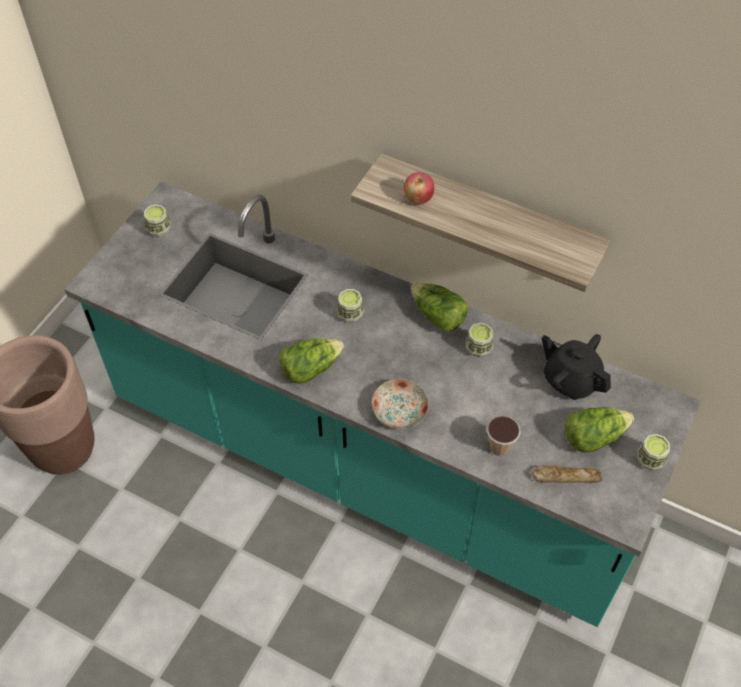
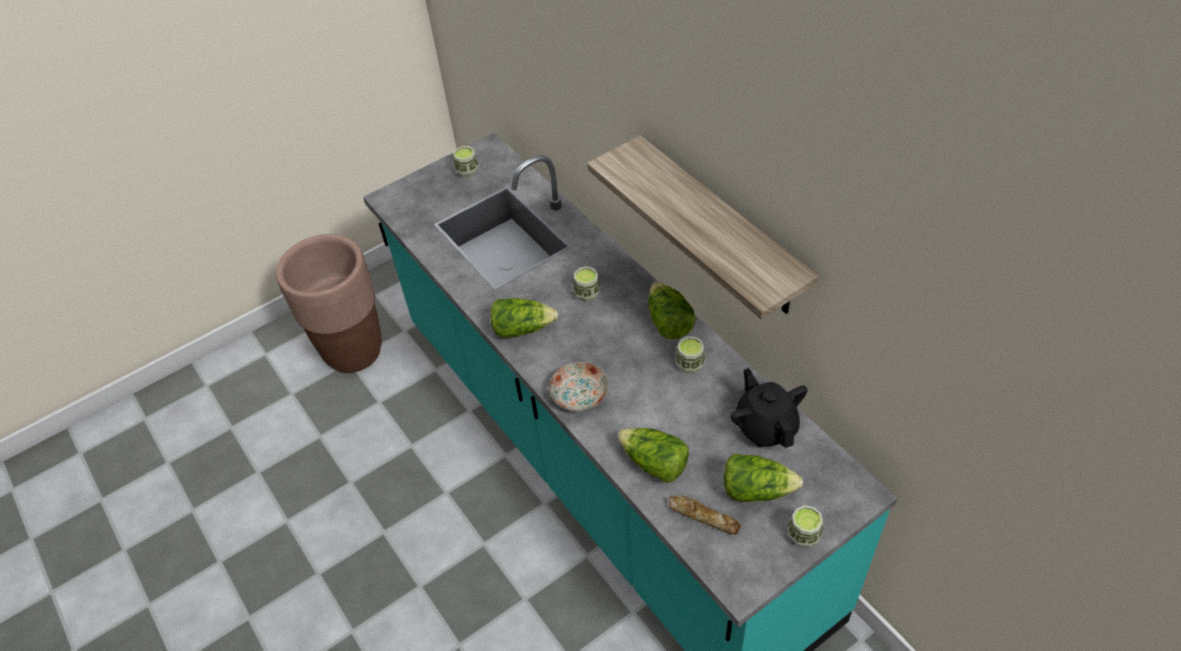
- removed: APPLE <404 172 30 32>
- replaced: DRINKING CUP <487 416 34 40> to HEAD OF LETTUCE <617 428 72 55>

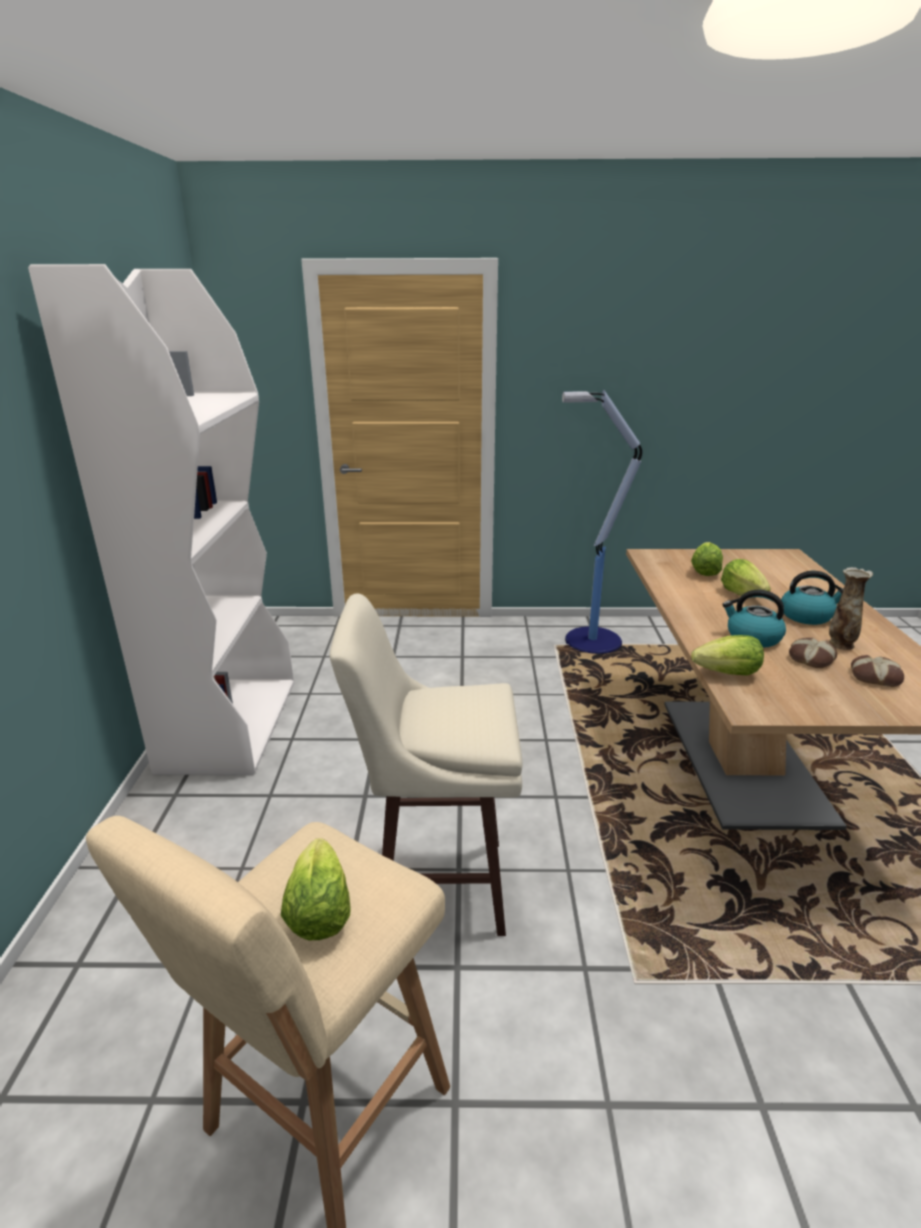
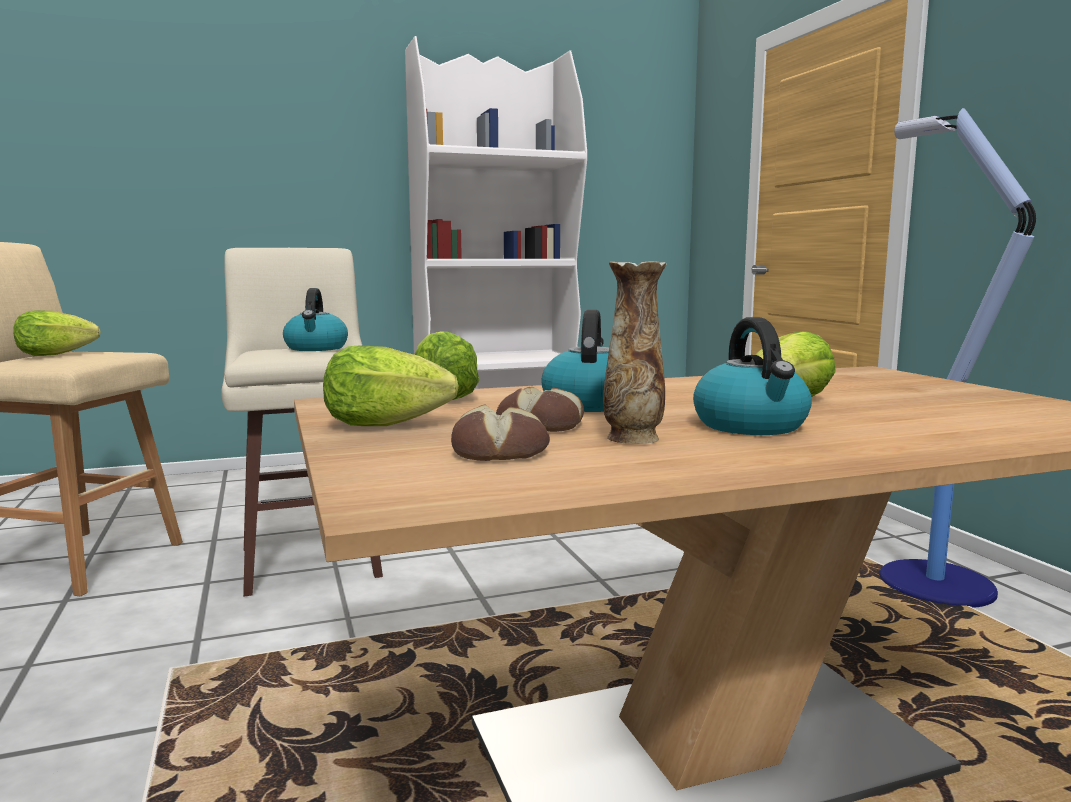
- added: KETTLE <283 288 65 63>
- moved: HEAD OF LETTUCE <691 542 32 34> to <323 345 136 81>

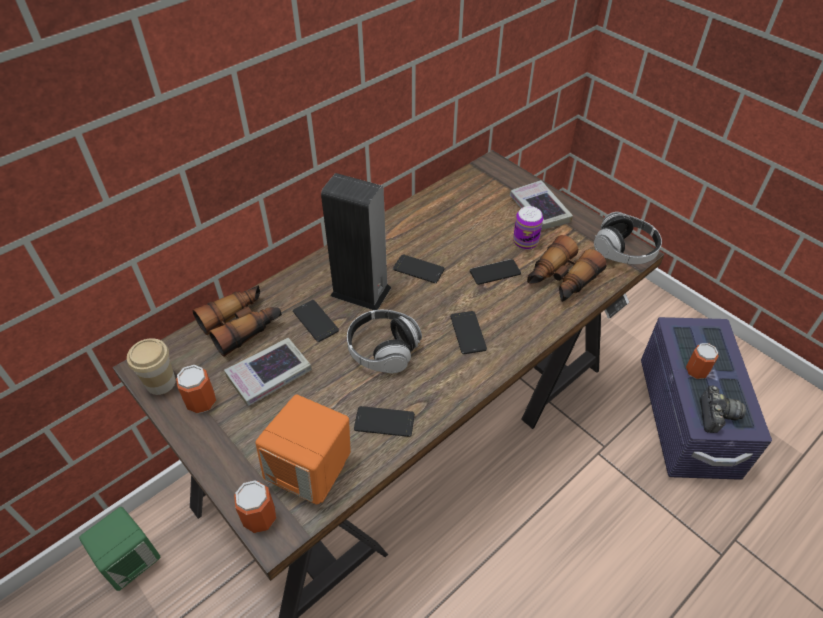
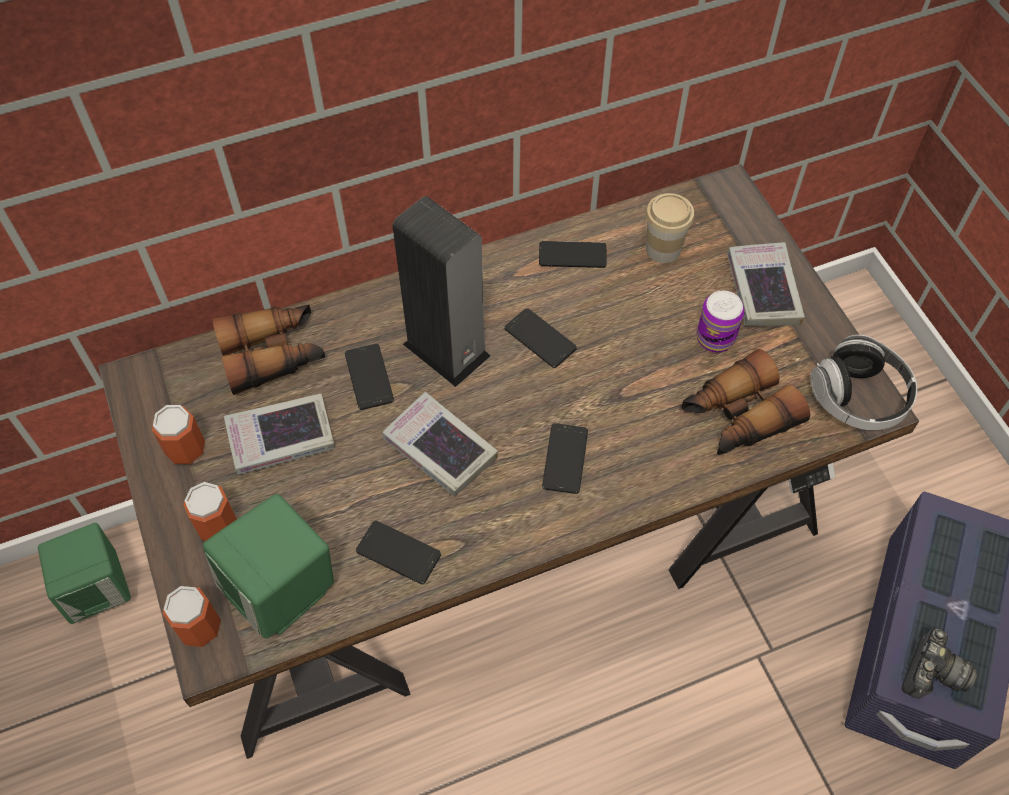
- moved: DRINKING CUP <127 338 49 57> to <646 193 48 70>
- moved: PHONE <470 259 51 26> to <539 241 68 27>
- moved: SEALED CAN <686 343 33 36> to <183 482 54 59>
- replaced: PAIR OF HEADPHONES <347 310 75 63> to BOUND BOOK <382 392 116 105>
- recoloured: ORANGE LOUDSPEAKER <255 395 96 109> to GREEN-COLOURED LOUDSPEAKER <203 494 131 145>

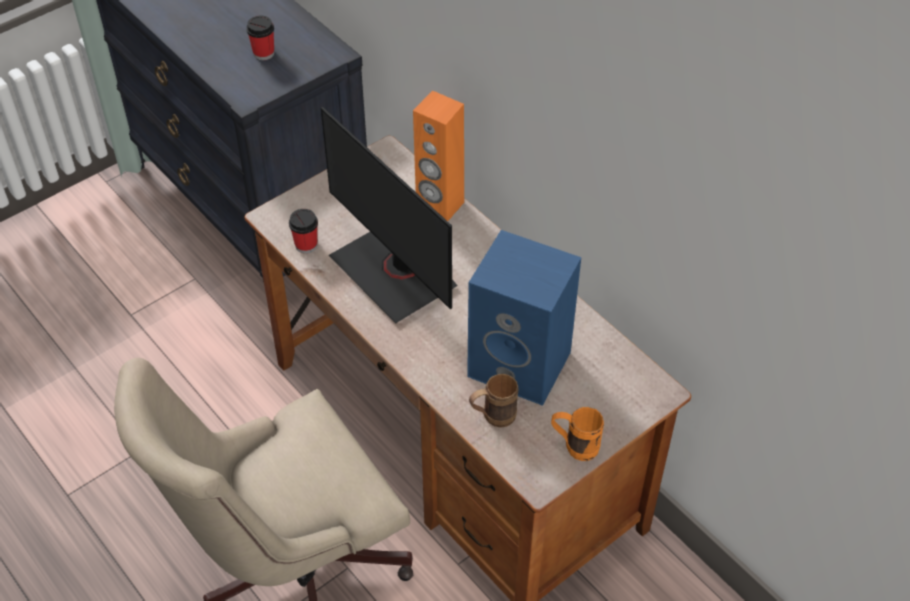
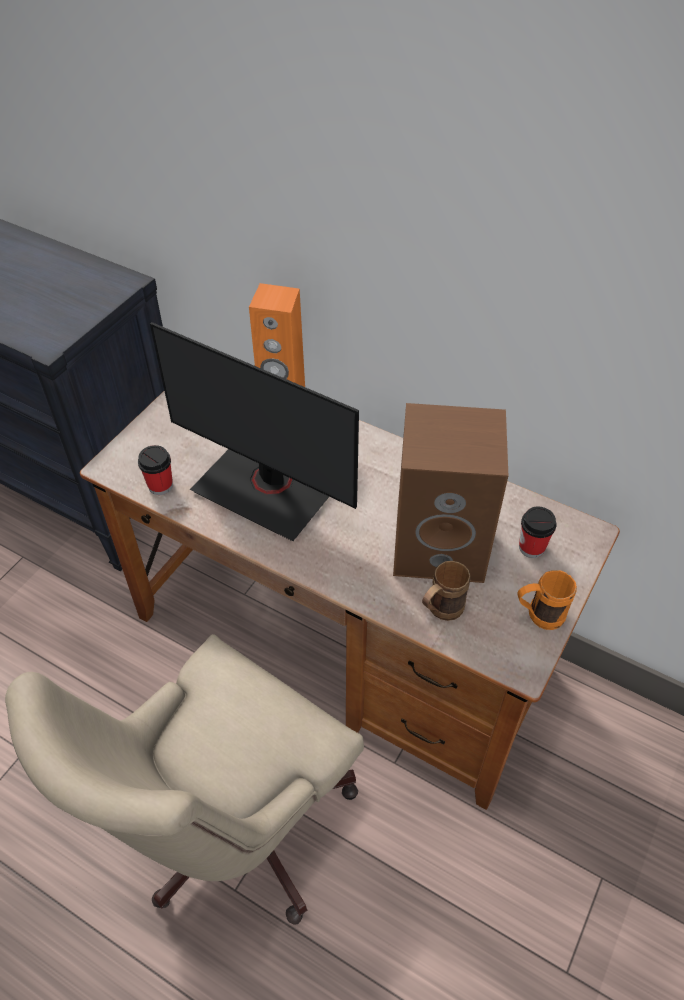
- moved: DRINKING CUP <246 16 28 44> to <519 506 37 52>
- recoloured: BLUISH LOUDSPEAKER <467 230 114 176> to BROWNISH LOUDSPEAKER <393 403 115 180>

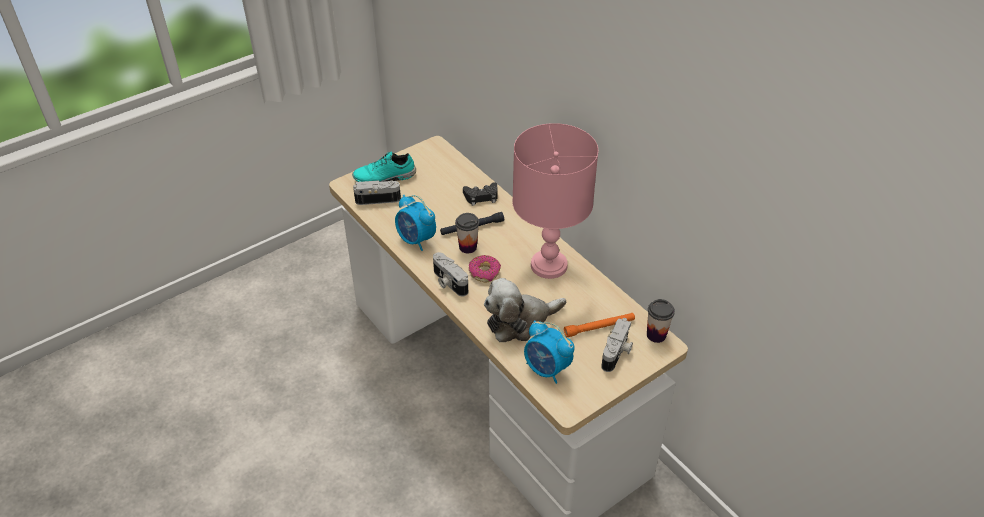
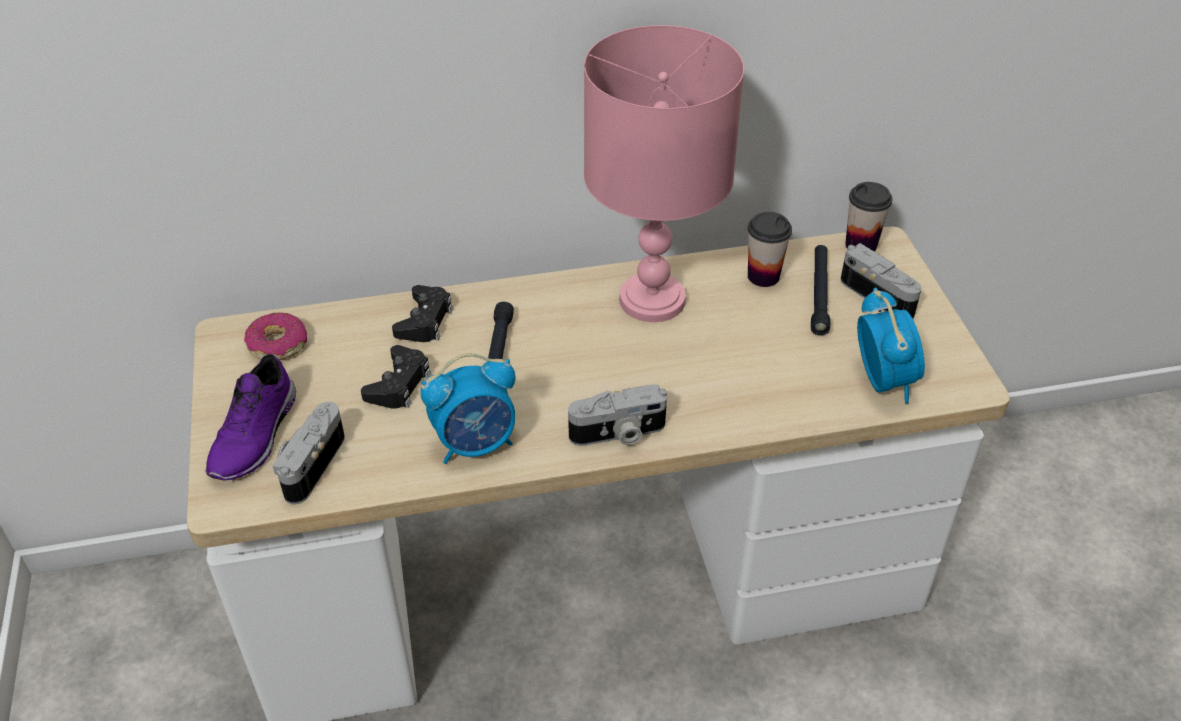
- removed: SOFT TOY <484 278 82 64>
- added: BLACKISH GAMEPAD <361 345 70 64>
- moved: DRINKING CUP <455 213 24 40> to <748 212 44 75>
- moved: RING DOUGHNUT <469 255 32 27> to <244 313 63 47>
- recoloured: BLUE-GREEN LOW SHOE <352 152 64 30> to PURPLISH LOW SHOE <206 354 90 127>
- recoloured: ORANGE TORCH <564 313 71 24> to BLACKISH TORCH <811 245 19 90>
- turned: TABLE CLOCK <524 320 51 64> = <857 288 68 116> 75 degrees counterclockwise

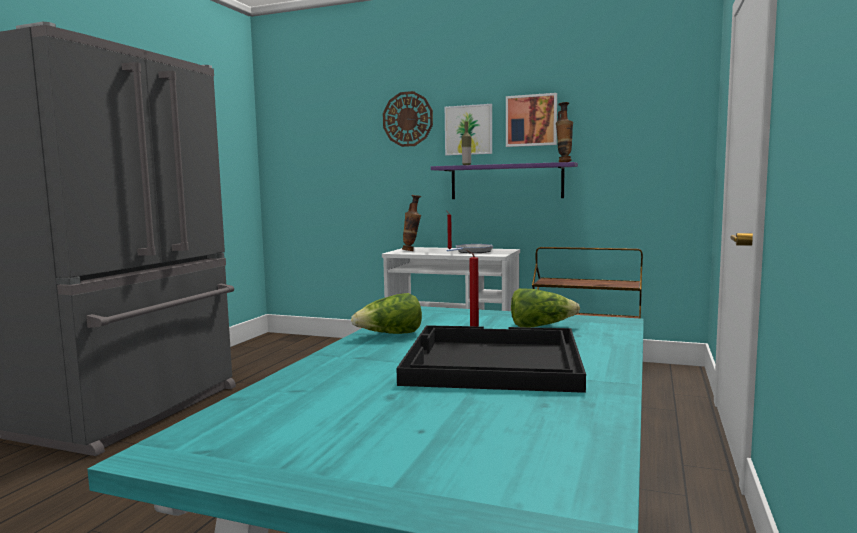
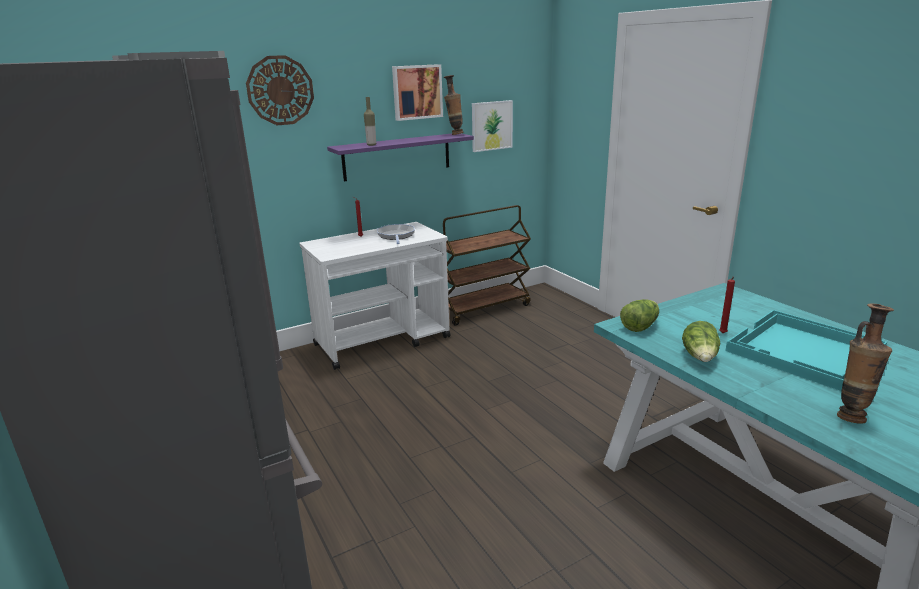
- moved: VASE <402 195 19 56> to <837 304 57 120>
- moved: PICTURE <445 104 47 52> to <472 100 41 52>
- moved: HEAD OF LETTUCE <511 288 69 39> to <620 299 39 33>
- recoloured: BLACKISH CARRYING TRAY <397 325 189 68> to BLUE-GREEN CARRYING TRAY <725 310 162 81>

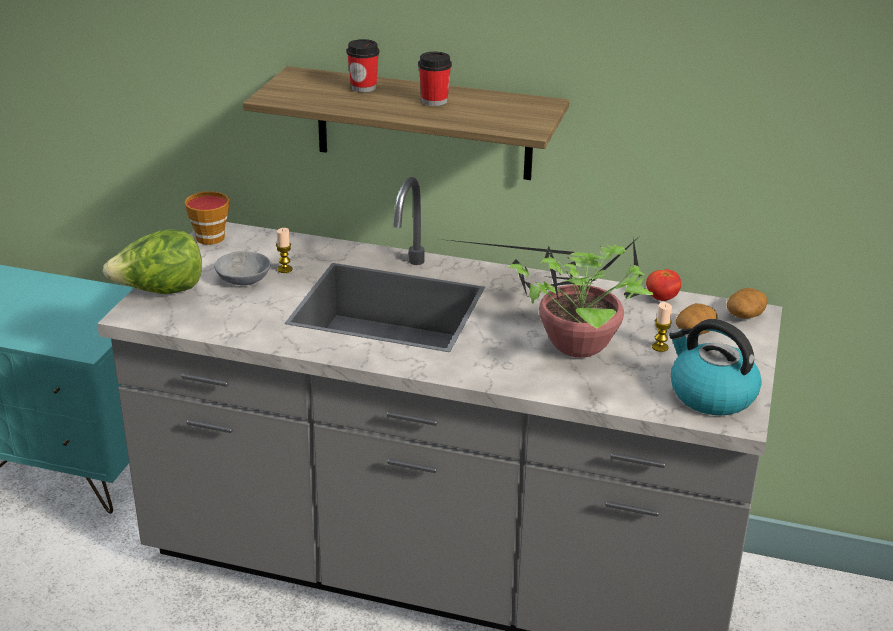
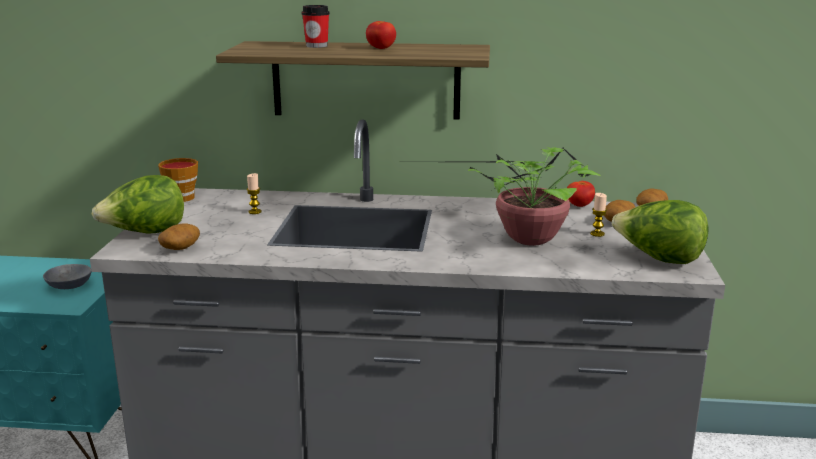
- added: SPUD <158 223 42 27>
- moved: GRAY BOWL <214 251 56 34> to <43 264 49 25>
- replaced: DRINKING CUP <418 52 34 54> to FRESH TOMATO <366 21 30 28>
- replaced: KETTLE <669 319 93 97> to HEAD OF LETTUCE <612 200 97 64>

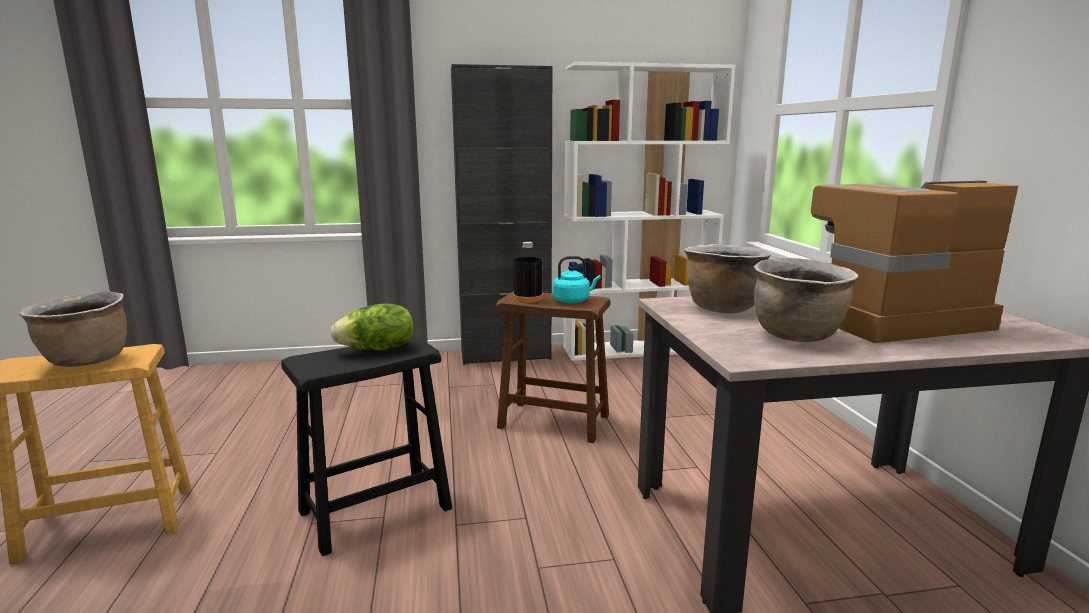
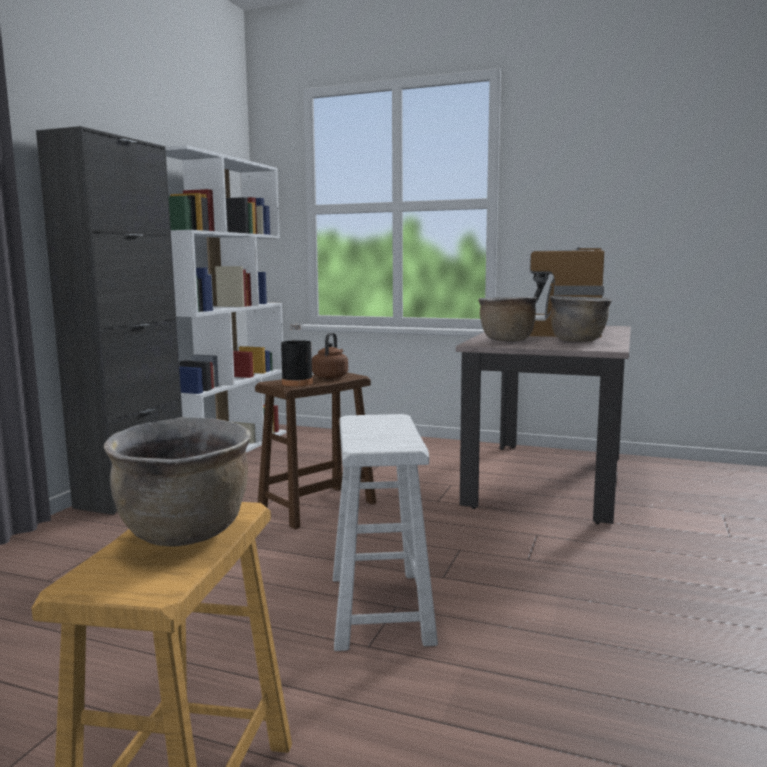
- removed: HEAD OF LETTUCE <330 303 84 48>
- recoloured: BLACKISH SITTING STOOL <281 335 171 221> to WHITE SITTING STOOL <333 414 105 237>
- recoloured: BLUE-GREEN KETTLE <552 256 49 47> to BROWNISH KETTLE <312 332 36 47>

